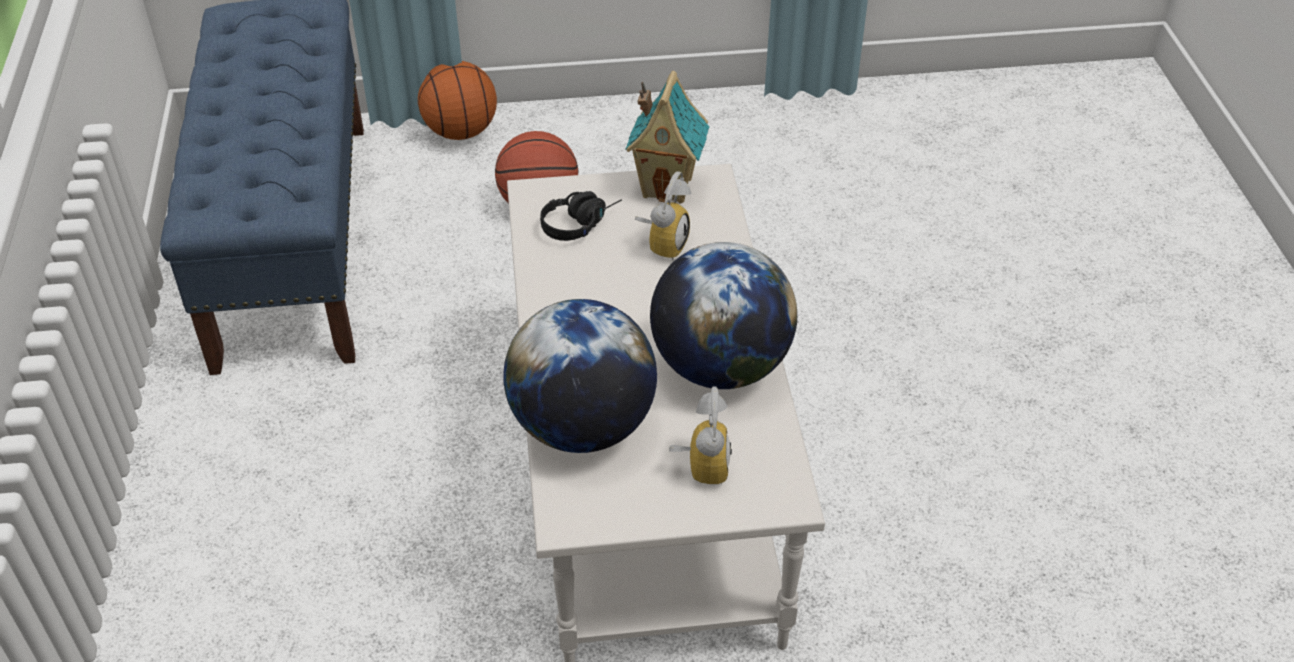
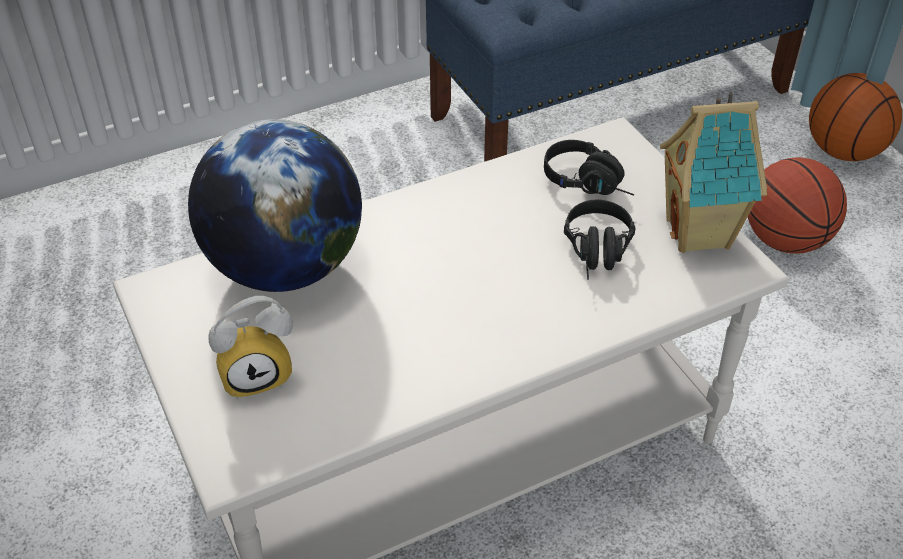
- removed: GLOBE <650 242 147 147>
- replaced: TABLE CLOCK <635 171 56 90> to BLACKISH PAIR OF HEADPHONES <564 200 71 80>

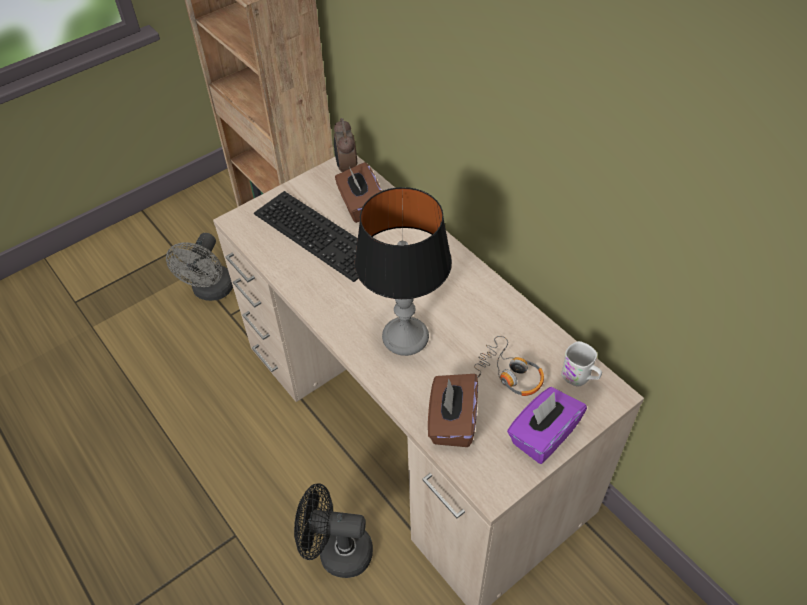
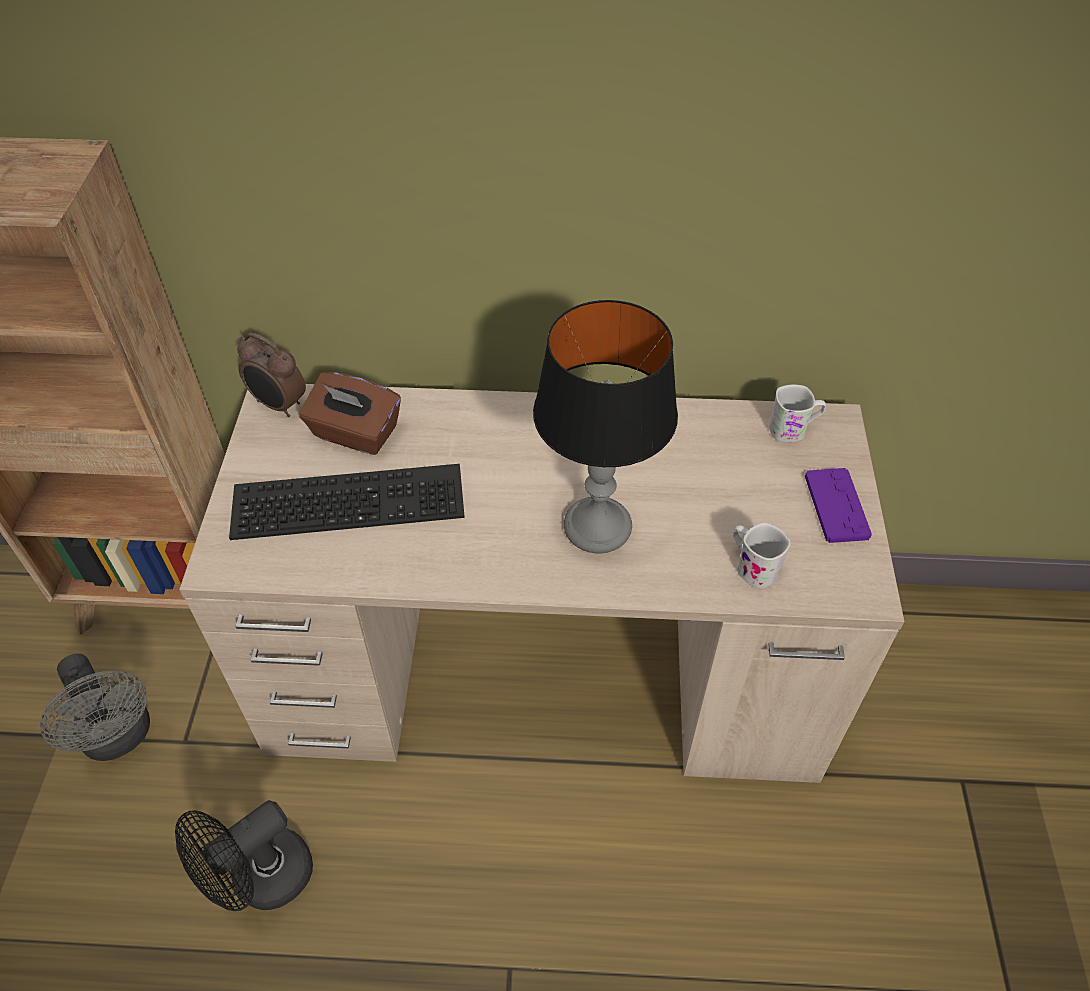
- removed: PAIR OF HEADPHONES <474 336 70 60>
- moved: BLACKISH COOLING FAN <294 483 79 95> to <175 800 138 111>
- replaced: BROWNISH TISSUE HOLDER <428 374 50 73> to WHITE COFFEE MUG <733 522 58 66>
- replaced: PURPLISH TISSUE HOLDER <507 387 80 77> to PURPLISH GAMEPAD <805 468 67 75>

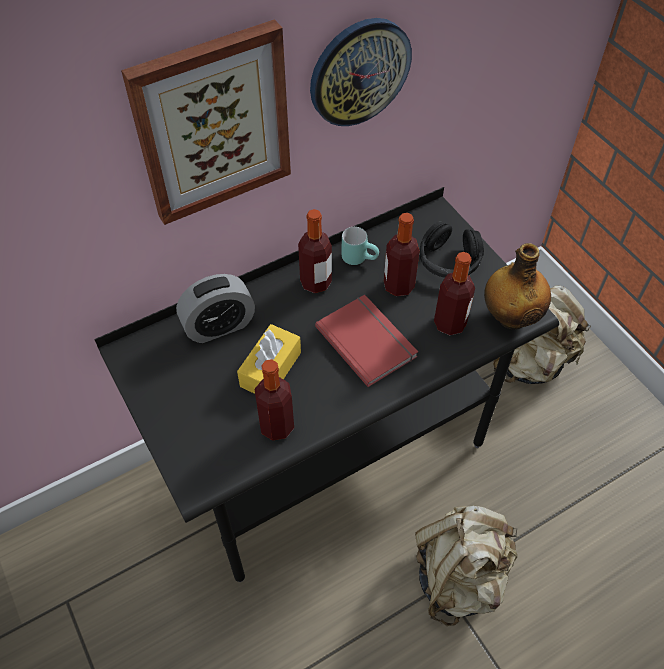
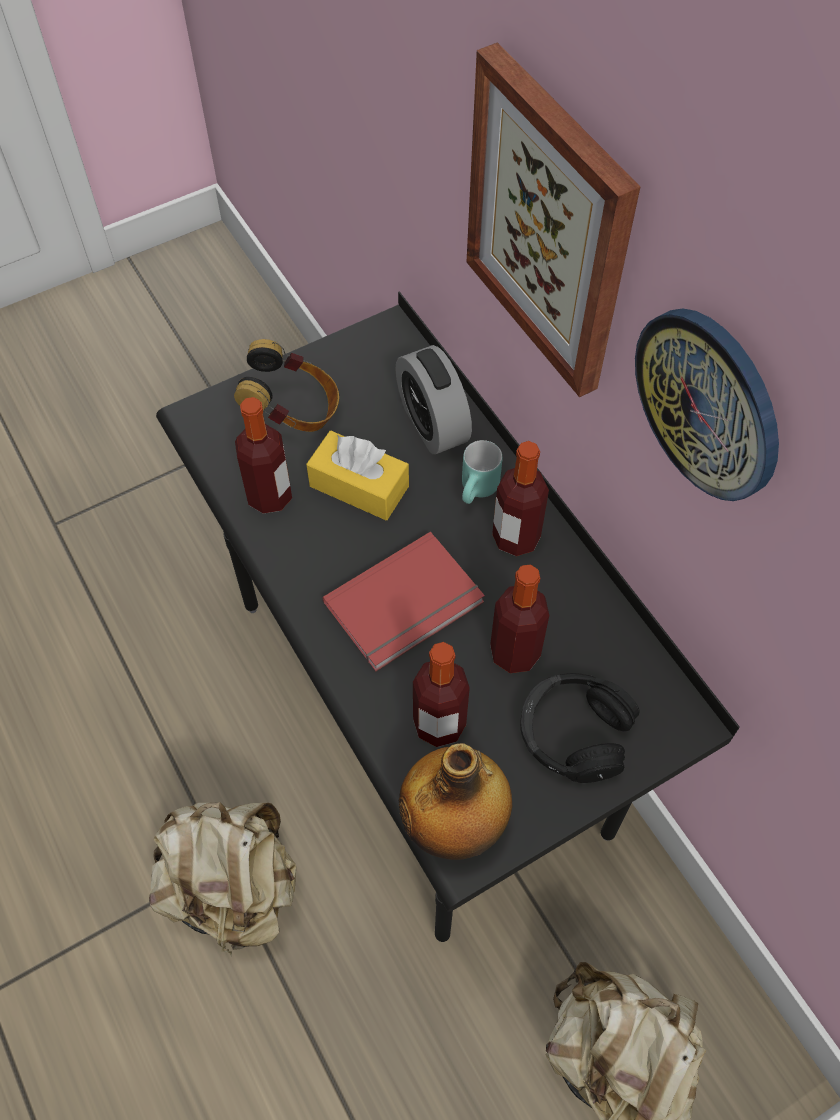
- added: PAIR OF HEADPHONES <234 339 105 93>
- moved: BLUE-GREEN COFFEE MUG <341 227 38 38> to <462 440 40 64>

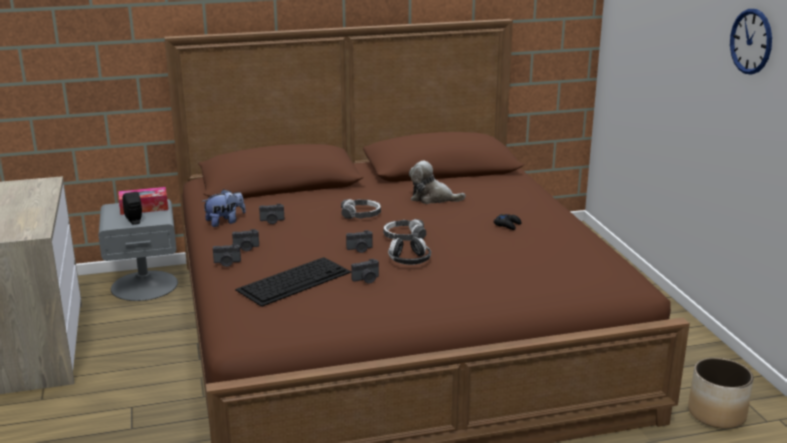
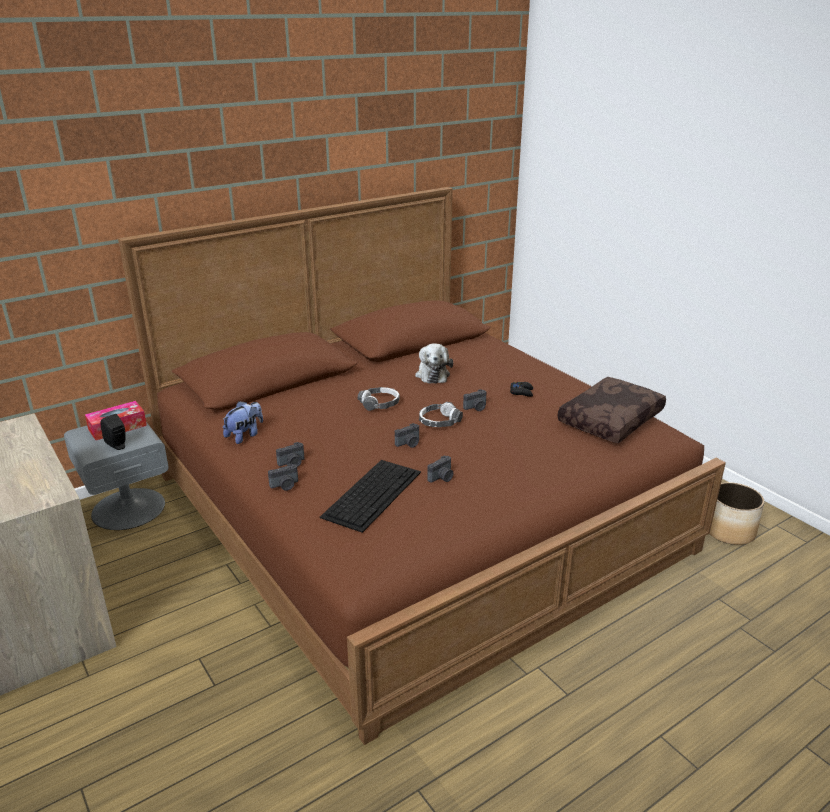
- removed: PAIR OF HEADPHONES <388 237 43 28>
- removed: CLOCK ON THE WALL <730 9 42 66>
- added: BROWNISH CUSHION <558 377 108 66>
- moved: STILL CAMERA <259 204 25 20> to <463 389 23 22>
- turned: SOFT TOY <409 161 57 43> = <415 343 38 41> 90 degrees counterclockwise

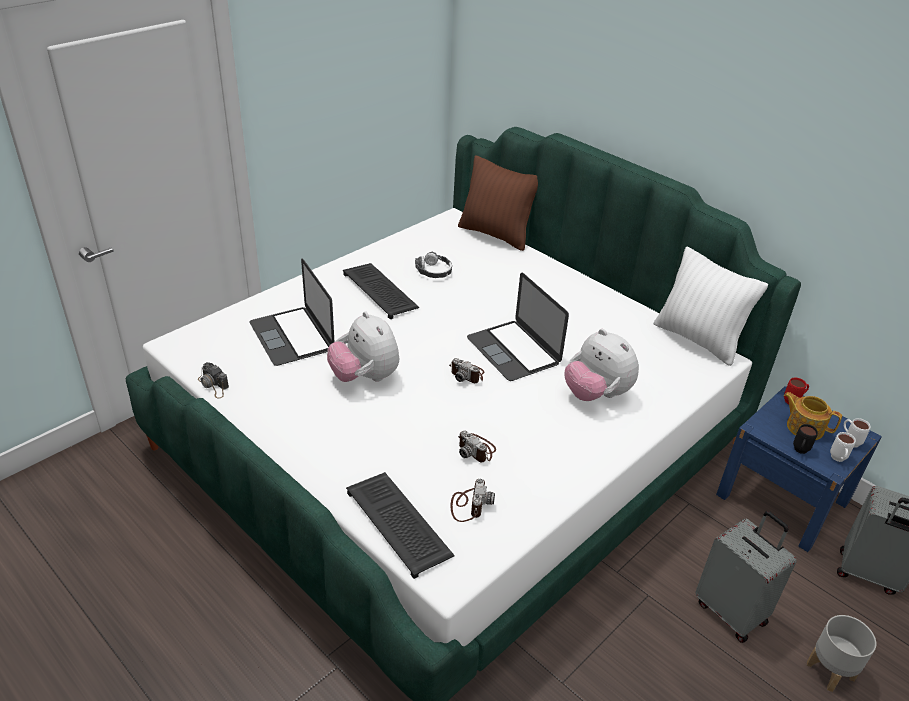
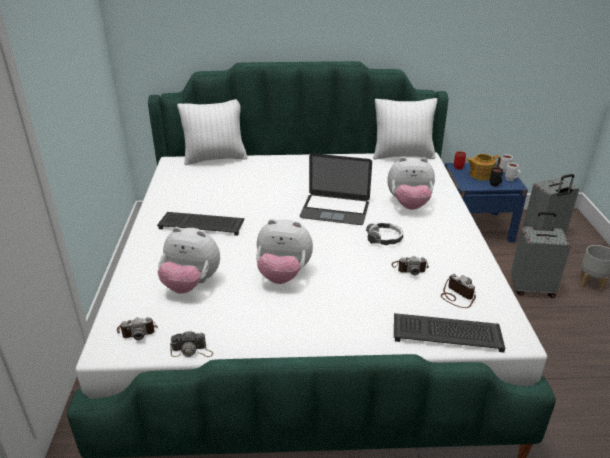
- moved: PAIR OF HEADPHONES <415 252 37 26> to <366 223 37 22>
- moved: STILL CAMERA <449 358 35 25> to <117 317 41 23>
- replaced: NOTEBOOK COMPUTER <250 259 84 107> to SOFT TOY <158 227 62 67>
- recoloured: BROWNISH CUSHION <458 155 80 96> to WHITE CUSHION <177 99 70 66>

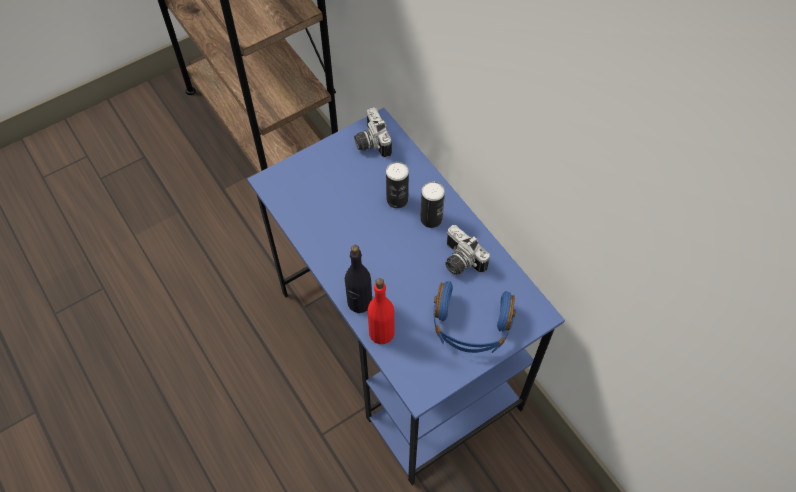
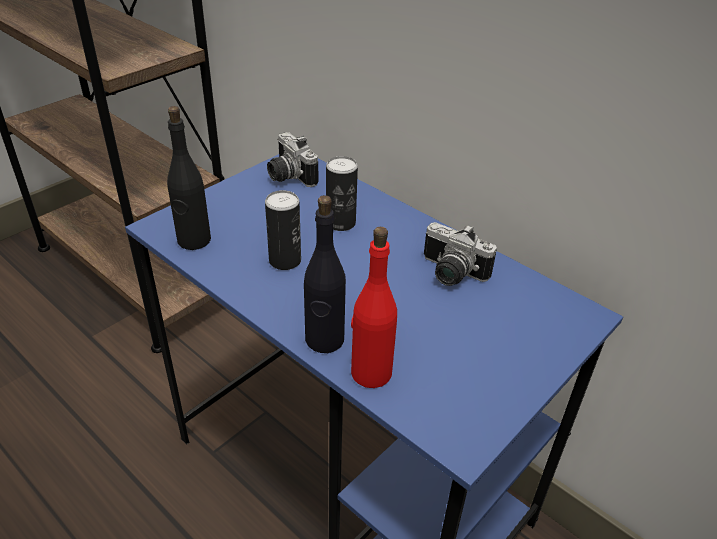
- removed: BLUISH PAIR OF HEADPHONES <433 281 83 72>
- added: BLACKISH BOTTLE <167 106 44 144>
- moved: SEALED CAN <420 181 25 47> to <265 190 36 80>

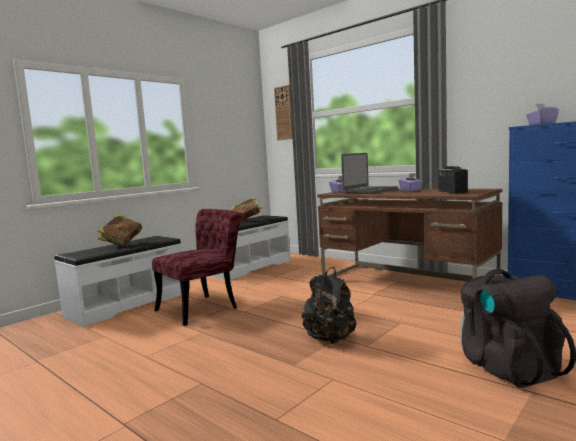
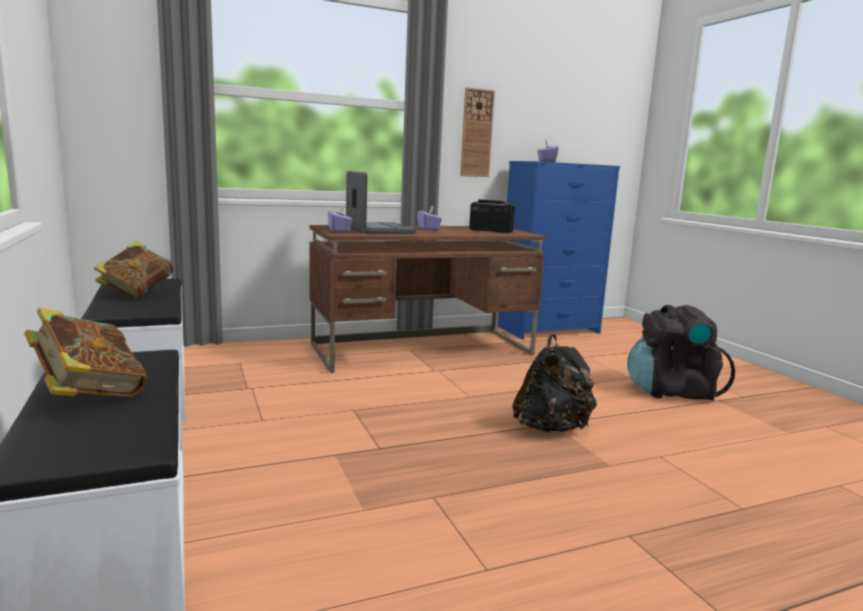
- removed: REDDISH PLAIN CHAIR <152 209 92 117>
- moved: CLOCK ON THE WALL <274 85 19 55> to <460 88 35 89>

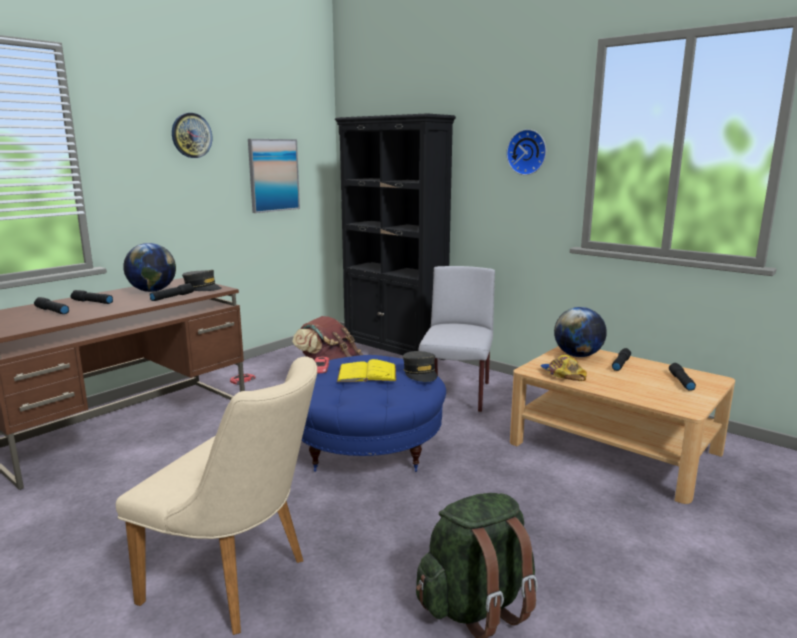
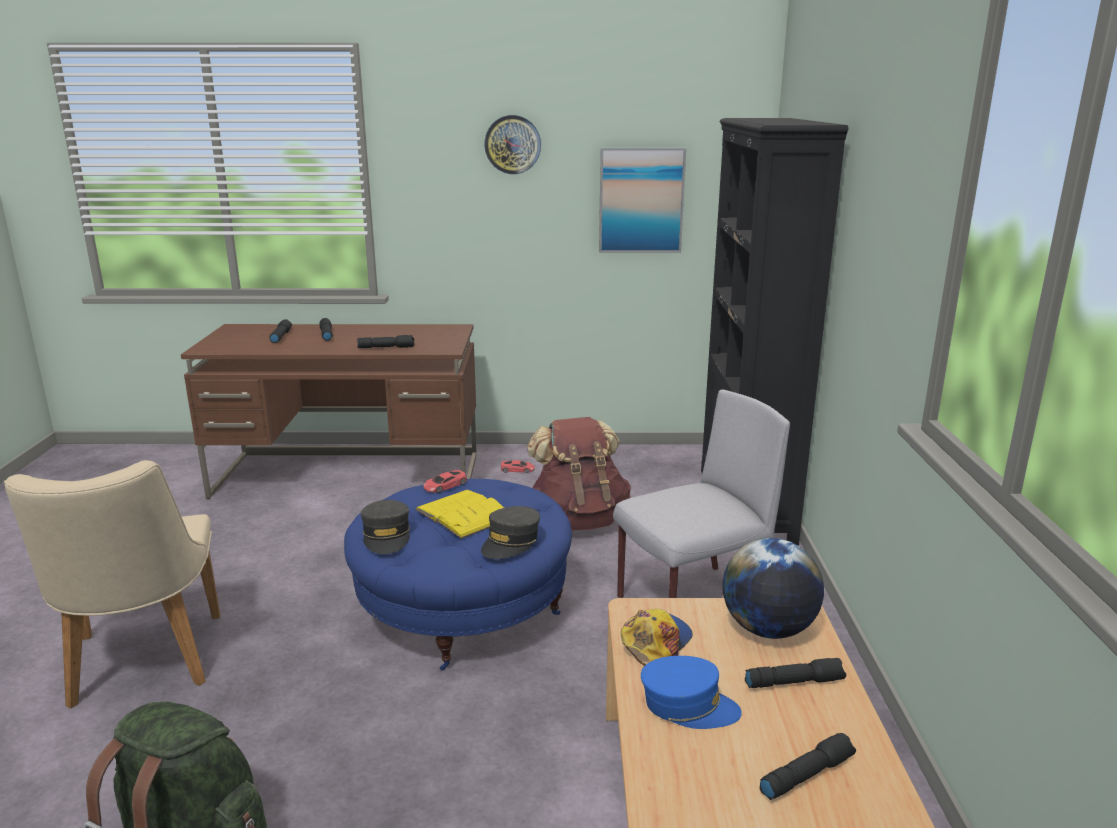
- removed: GLOBE <123 243 53 49>
- removed: CLOCK ON THE WALL <506 129 40 46>
- added: BLUISH PEAKED CAP <641 656 101 73>
- moved: GRAY PEAKED CAP <182 270 40 21> to <361 500 49 54>

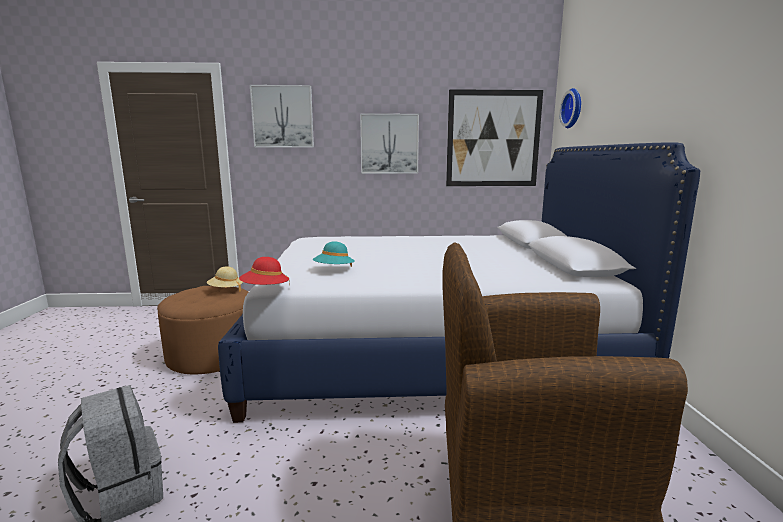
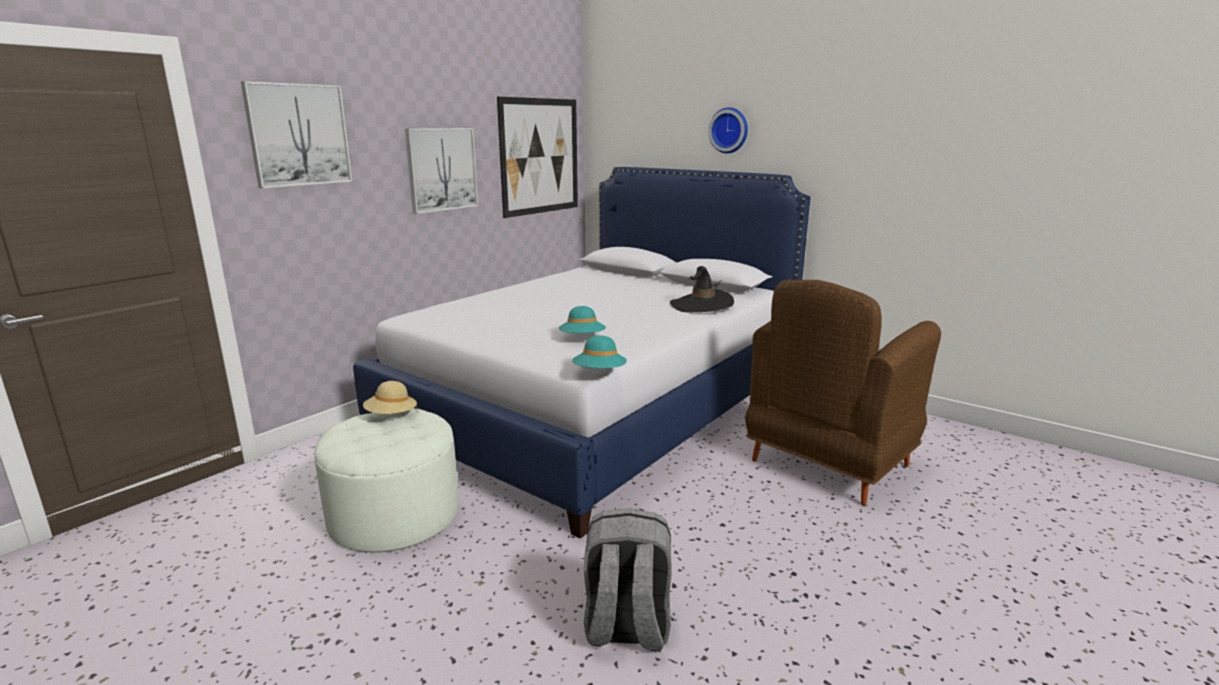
- added: BLACKISH CLOTHING HAT <670 266 64 47>
- moved: CLOCK ON THE WALL <560 88 21 40> to <708 107 40 46>
- recoloured: BROWNISH OTTOMAN <157 286 91 88> to WHITE OTTOMAN <314 408 145 145>
- recoloured: REDDISH CLOTHING HAT <239 257 51 29> to BLUE-GREEN CLOTHING HAT <572 335 55 33>

